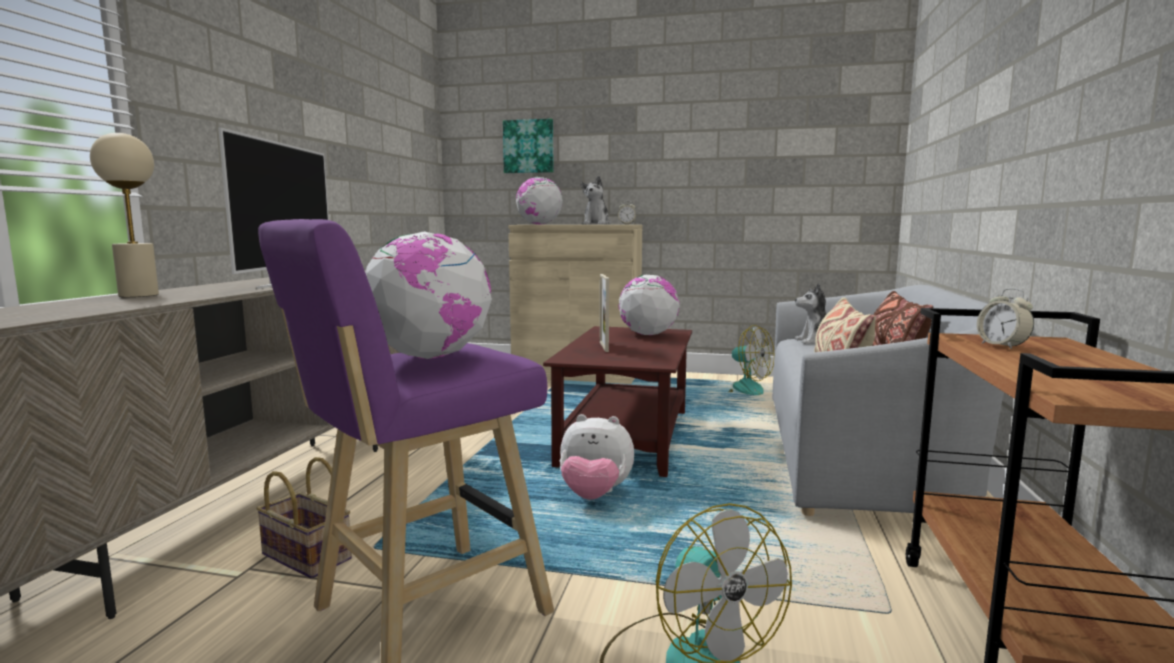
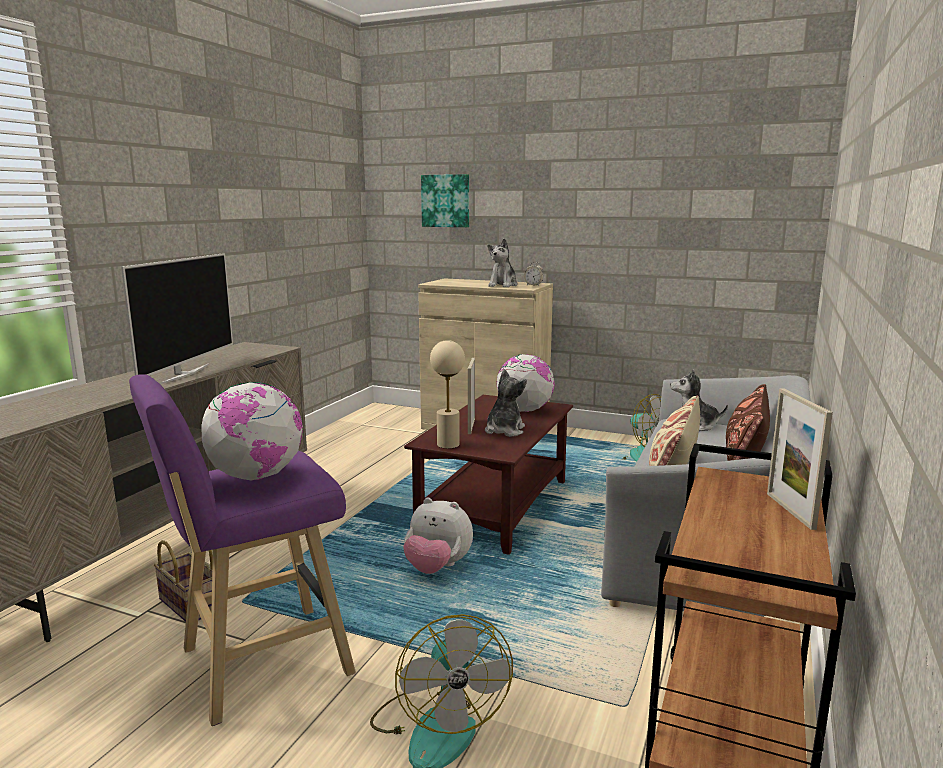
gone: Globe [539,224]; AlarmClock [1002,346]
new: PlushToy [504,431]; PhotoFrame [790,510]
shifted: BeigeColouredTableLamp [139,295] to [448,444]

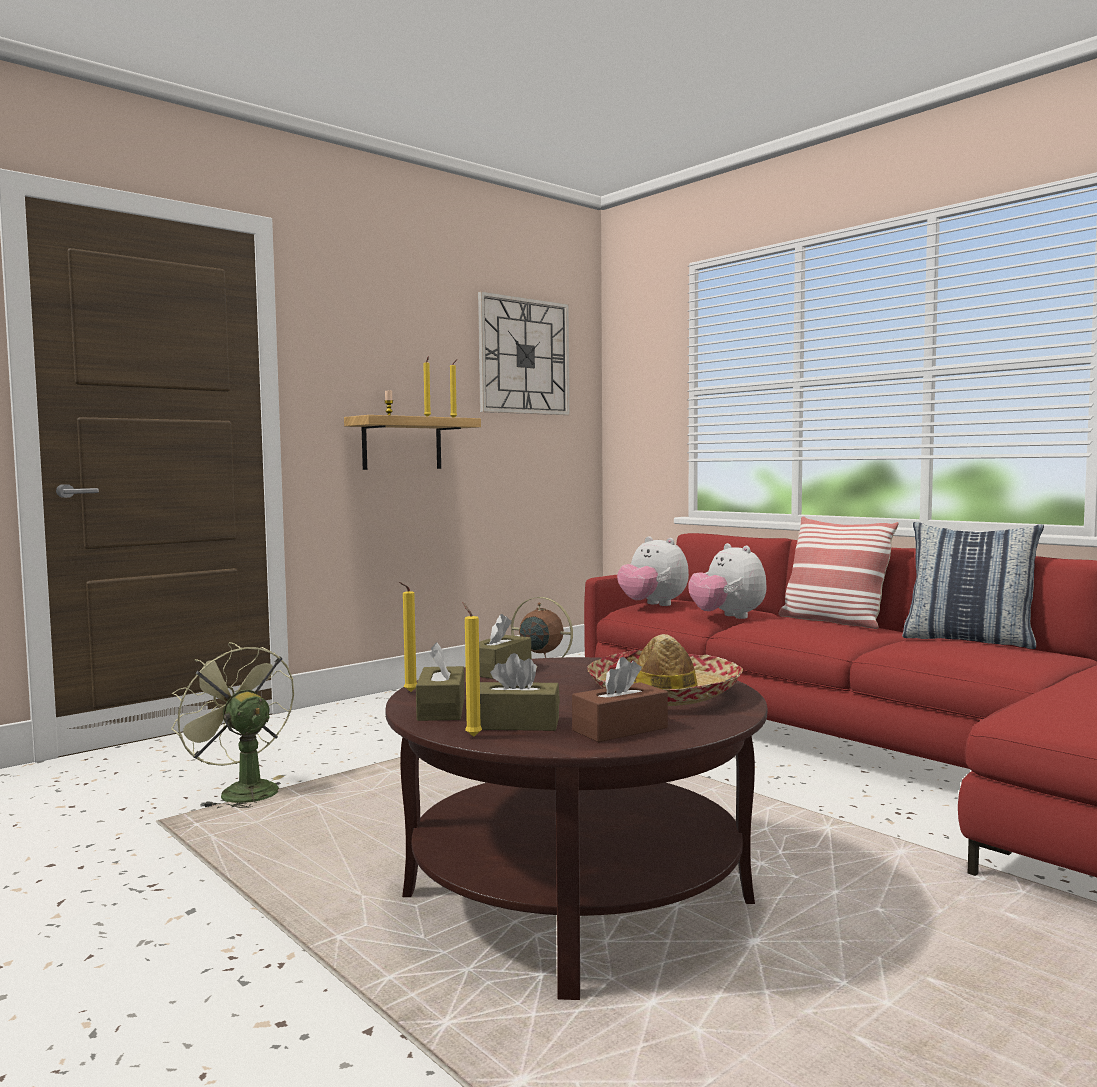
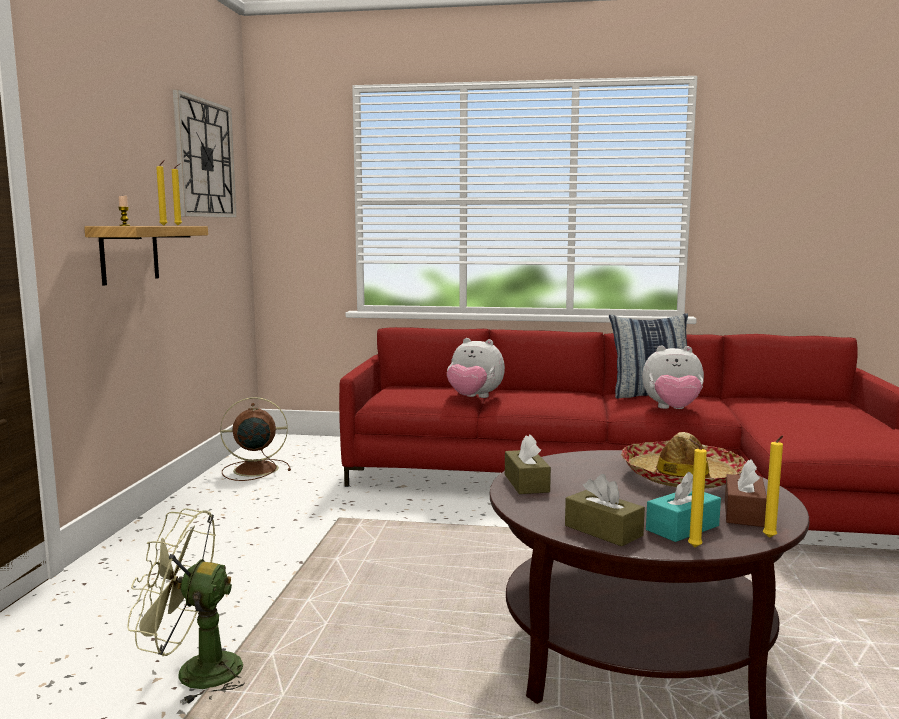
gone: Pillow [833,621]
shifted: YellowWaxCandle [409,692] to [770,538]; PlushToy [652,605] to [672,410]
repainted: BrownColouredTissueHolder [515,723] to TurquoiseColouredTissueHolder [682,528]

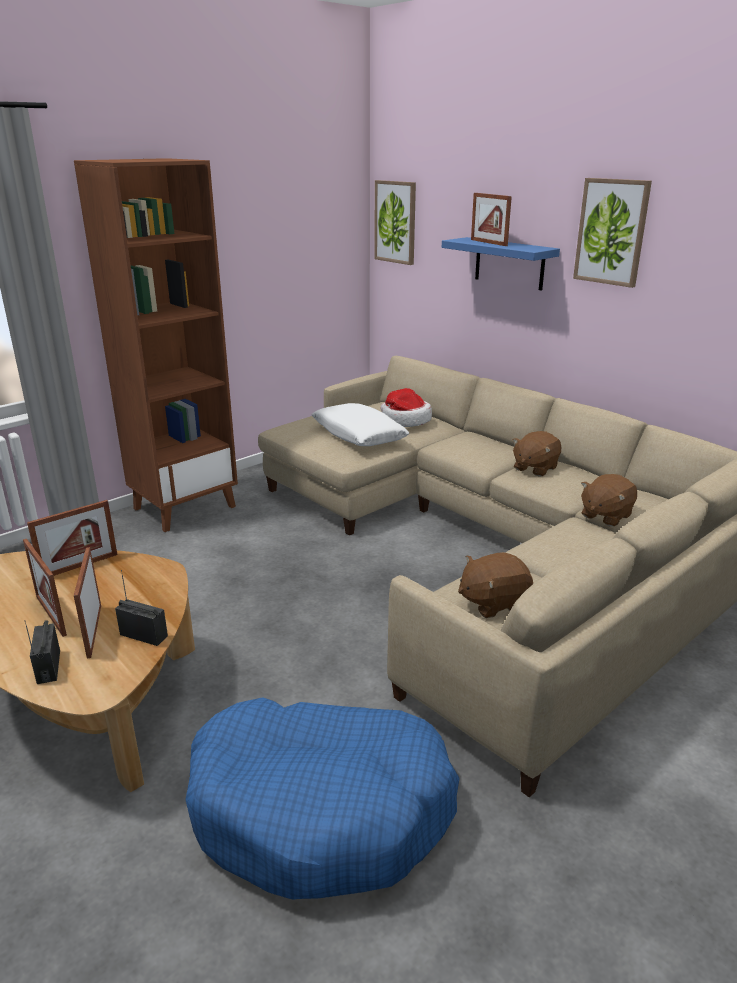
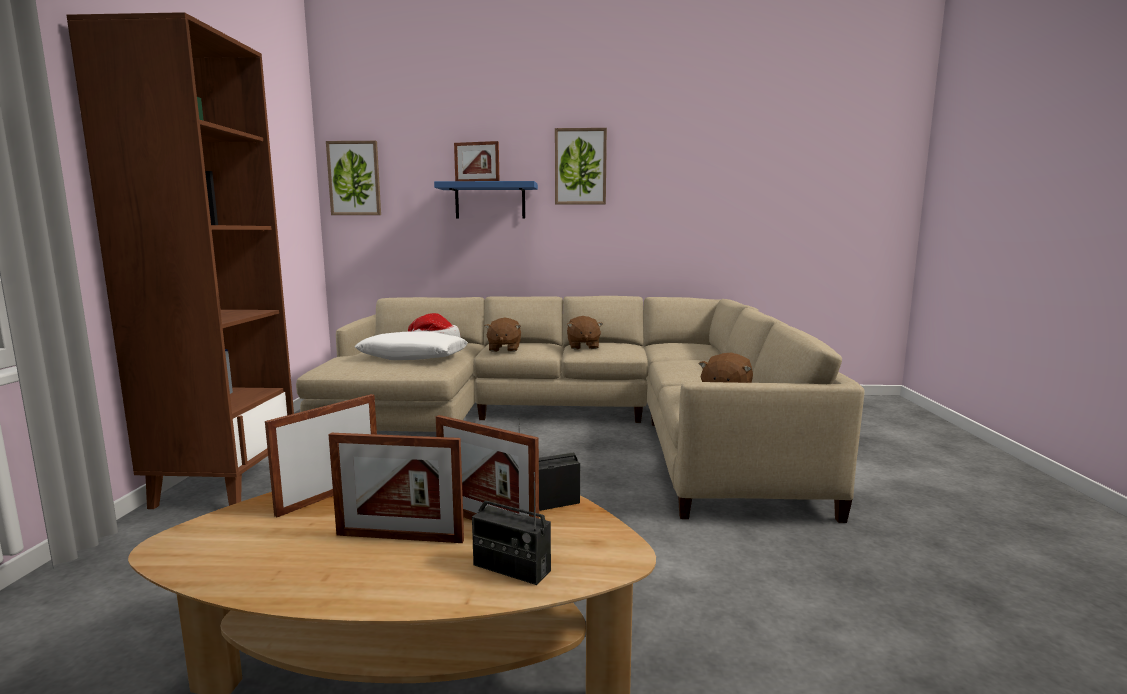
gone: BluishDogBed [321,809]
shifted: BrownColouredPlushToy [605,515] to [504,349]
rotated: PhotoFrame [79,566] = [330,495] 150 degrees counterclockwise

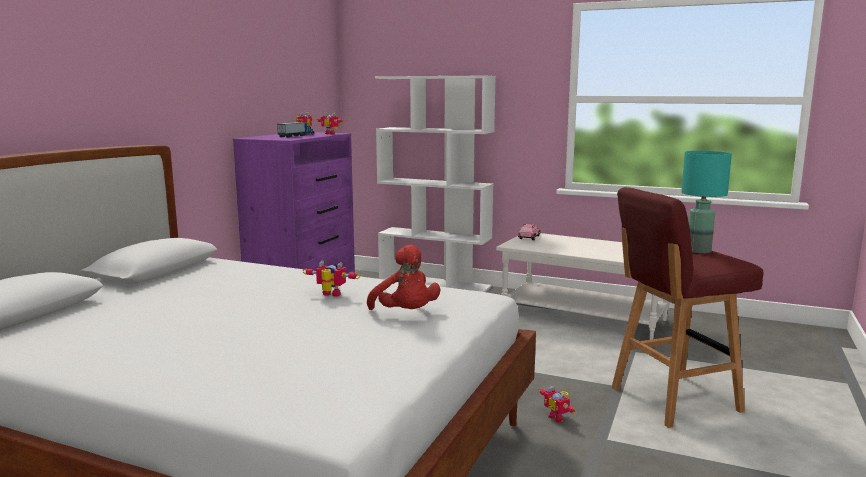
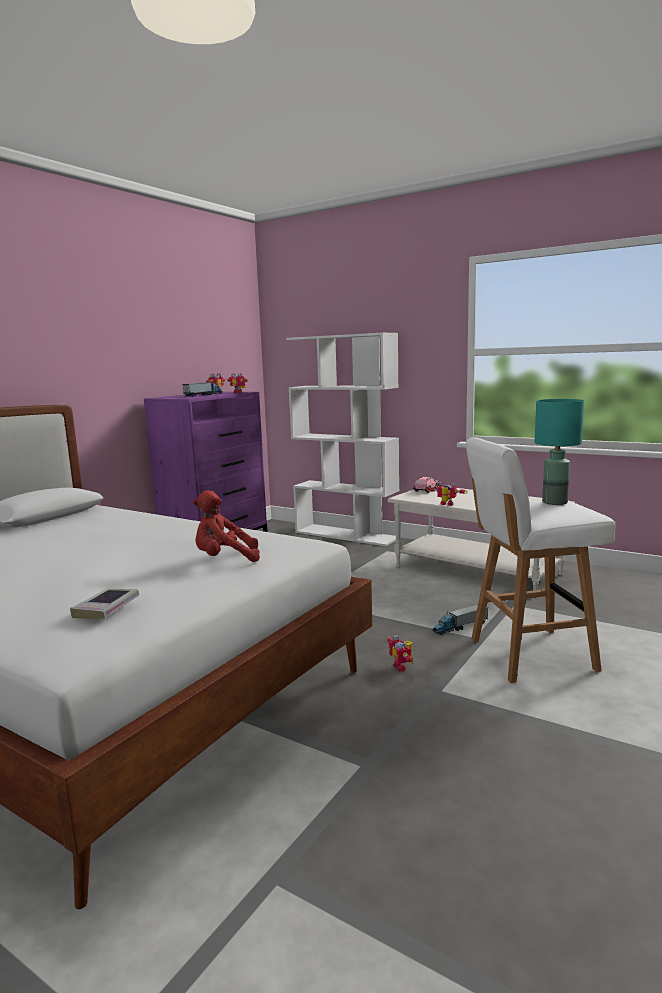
new: Book [106,608]; ModelTruck [460,627]
shifted: ToyRobot [330,295] to [446,505]
repainted: ReddishStoolSeat [672,399] to WhitishStoolSeat [528,655]
rotated: ReddishPlushToy [405,314] = [225,559] 105 degrees clockwise

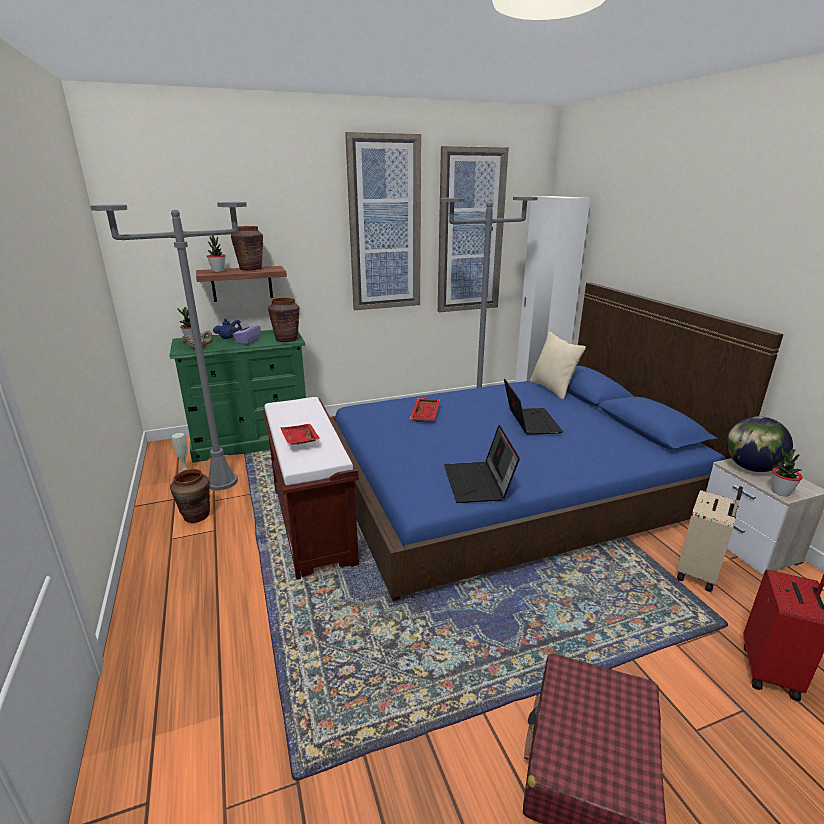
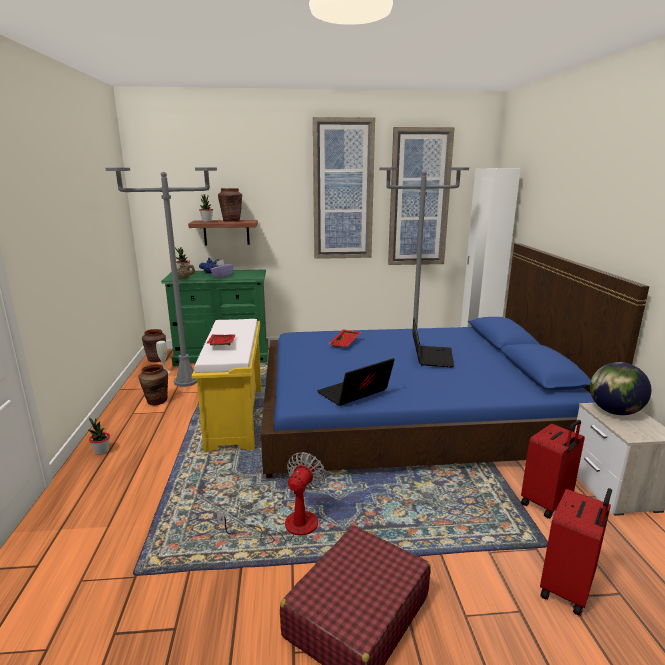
gone: BeigeColouredPillow [552,389]
new: ElectricFan [288,526]
shifted: BrownColouredFlowerVase [286,339] to [156,359]; Houseplant [780,492] to [102,451]
repainted: BrownColouredLongSeat [313,524] to YellowLongSeat [236,418]; BeigeColouredPieceOfLuggage [699,573] to ReddishPieceOfLuggage [547,503]
rotated: Laptop [479,483] = [354,394] 45 degrees clockwise

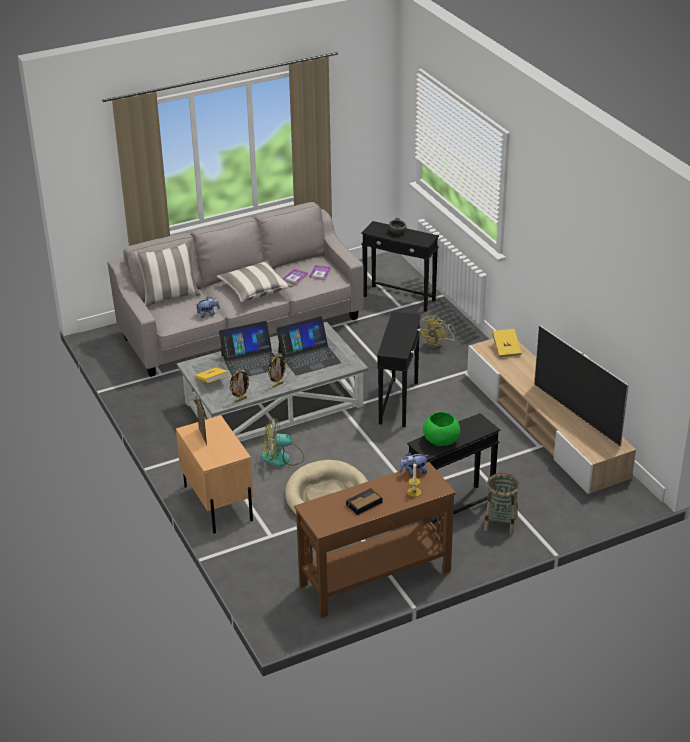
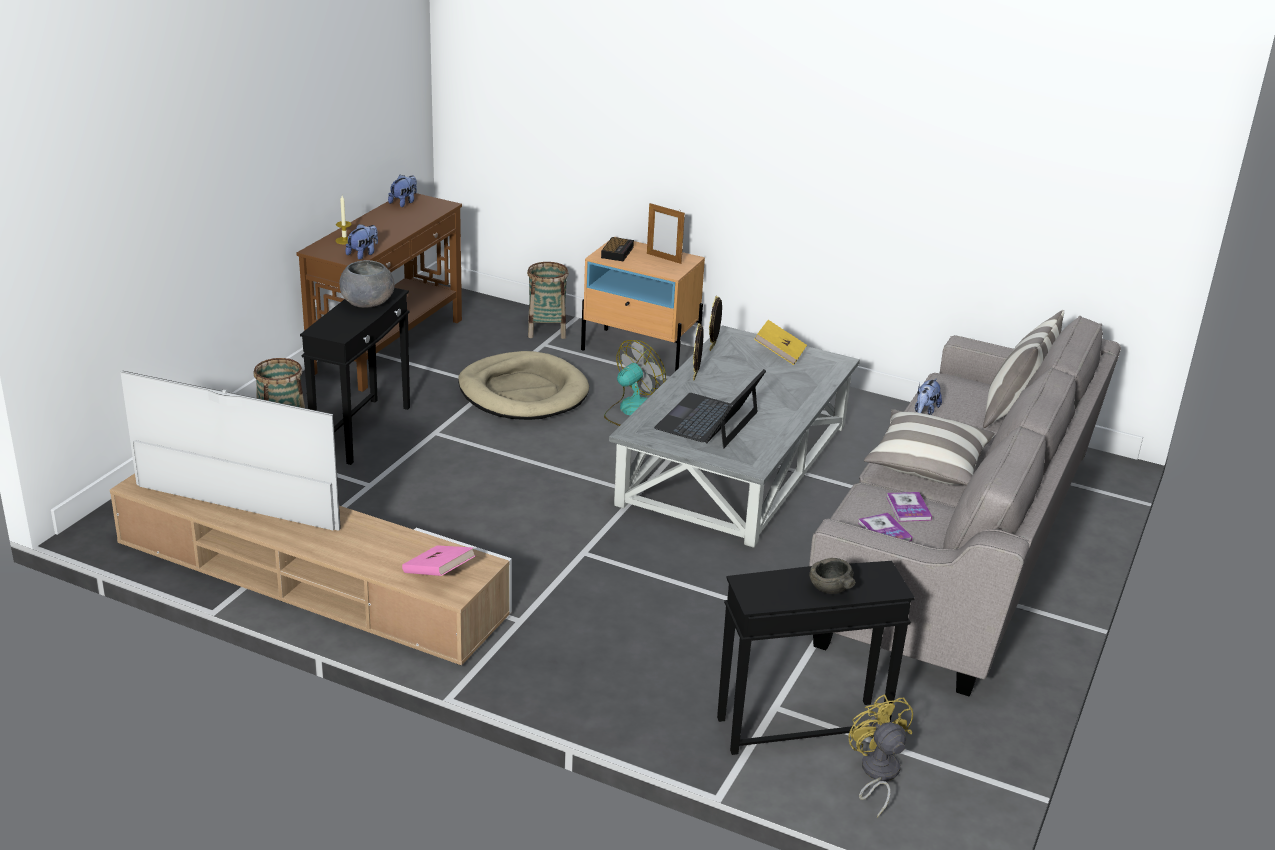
gone: Laptop [251,361]; BlackColouredAccentTable [399,402]
new: PlushToy [404,202]; StorageBasket [547,330]
shifted: AlarmClock [363,504] to [617,252]; YellowElectricFan [437,344] to [877,774]
repainted: GreenishBowl [440,440] to GreyishBowl [368,302]; YellowBook [506,349] to PinkishBook [438,574]

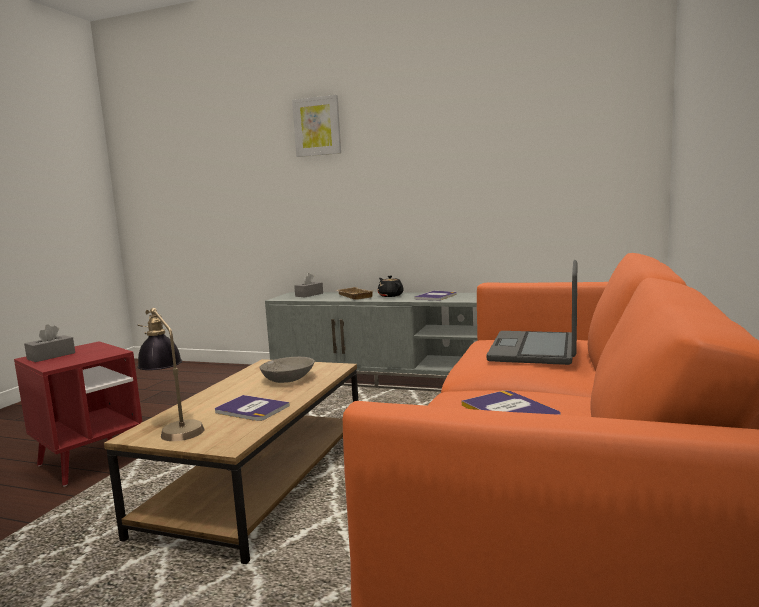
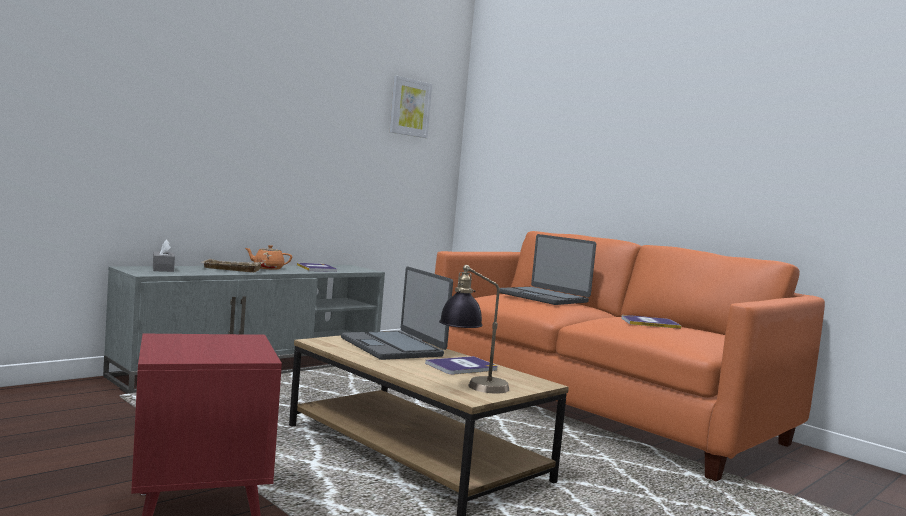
gone: GreyishTissueHolder [51,356]
shifted: WallPicture [317,126] to [409,107]
swapped: GreyishBowl [288,379] to Laptop [393,347]
repainted: BlackColouredTeapot [390,295] to OrangeyTeapot [267,268]

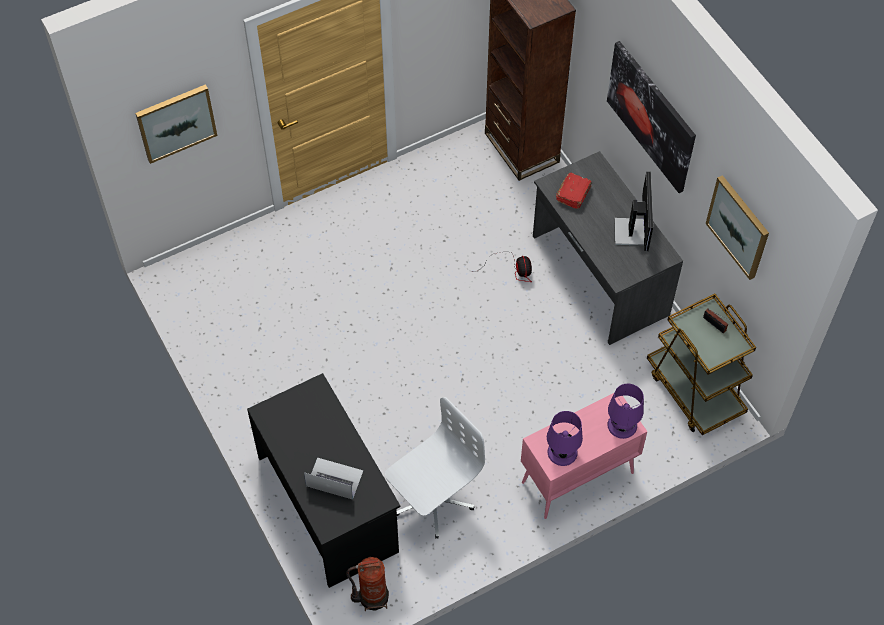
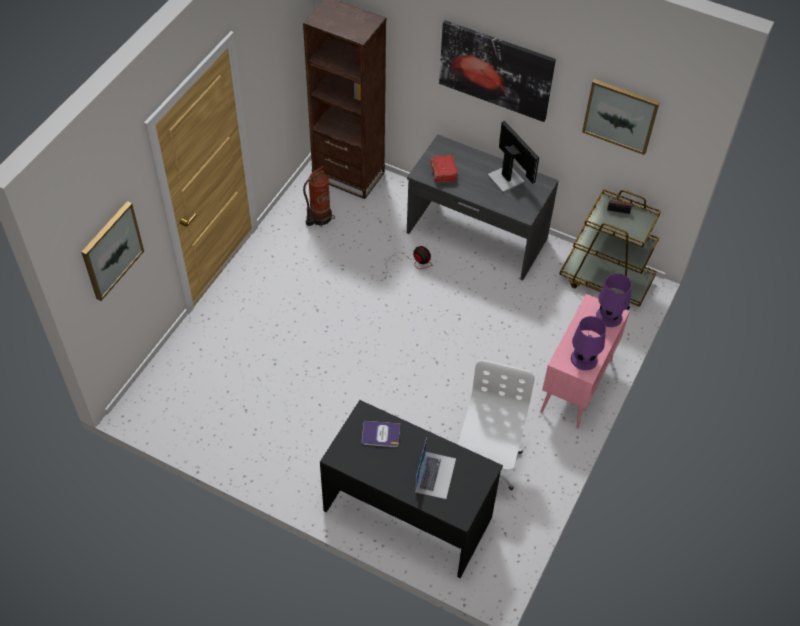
new: Book [380,434]
shifted: FireExtinguisher [372,596] to [319,217]
rotated: Laptop [334,478] = [435,475] 120 degrees clockwise

